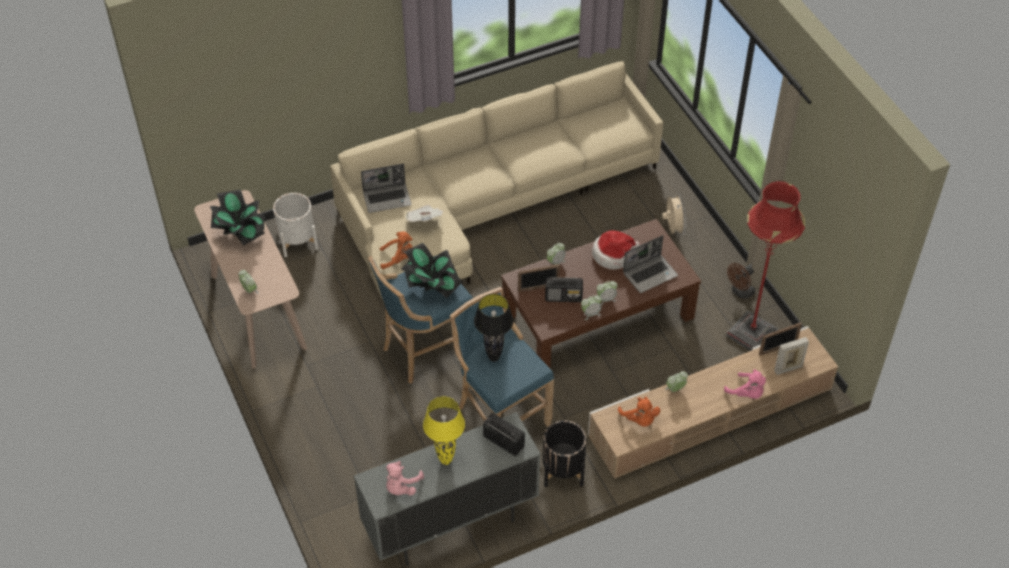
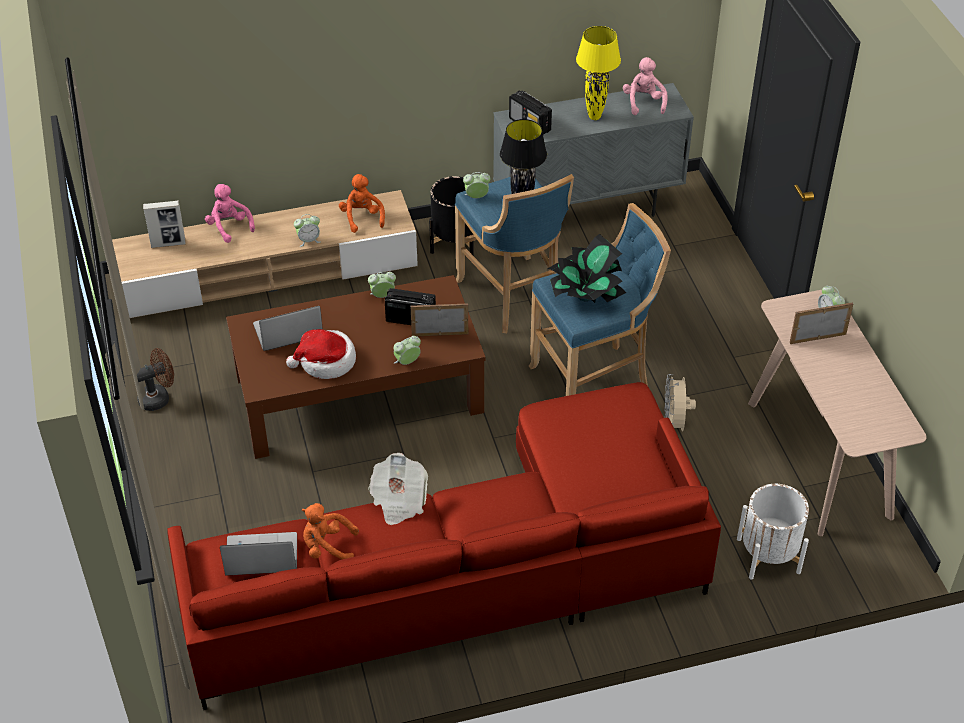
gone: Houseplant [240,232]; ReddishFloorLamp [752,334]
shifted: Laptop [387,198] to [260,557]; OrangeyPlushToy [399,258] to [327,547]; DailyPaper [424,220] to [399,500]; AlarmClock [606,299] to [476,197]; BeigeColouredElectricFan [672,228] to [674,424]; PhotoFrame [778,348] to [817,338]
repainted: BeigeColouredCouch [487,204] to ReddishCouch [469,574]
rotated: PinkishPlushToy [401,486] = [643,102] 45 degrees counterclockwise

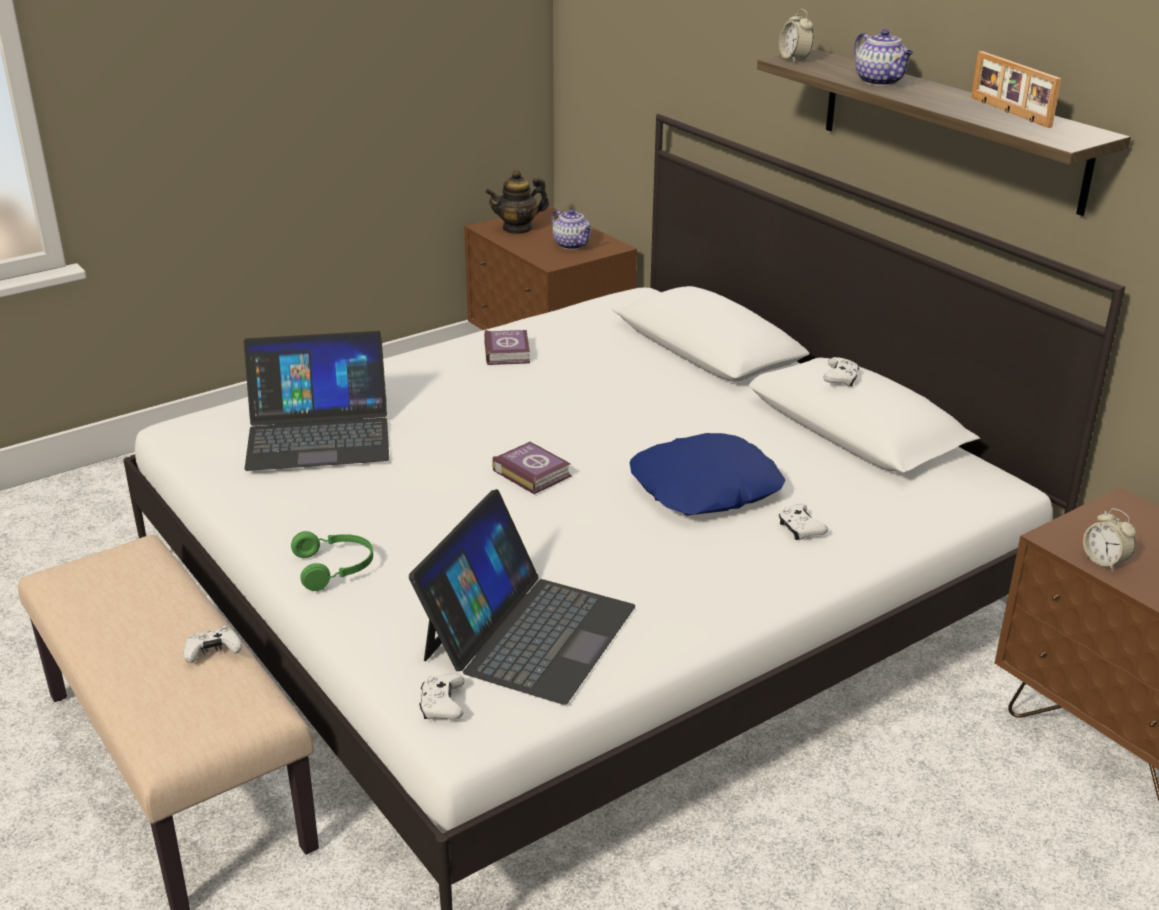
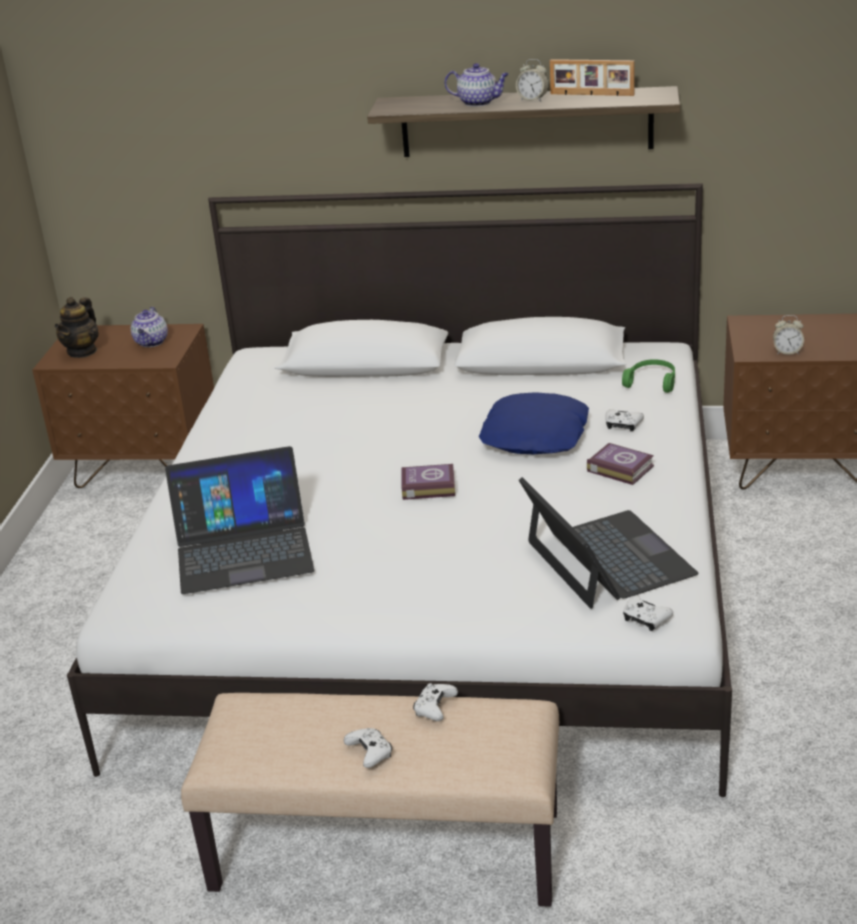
shifted: GreenishPairOfHeadphones [335,567] to [652,382]; Book [508,352] to [619,468]; AlarmClock [794,59] to [532,100]; WhitishJoypad [841,379] to [370,753]
rotated: Laptop [319,434] = [243,550] 45 degrees clockwise; Teapot [572,245] = [151,342] 90 degrees clockwise

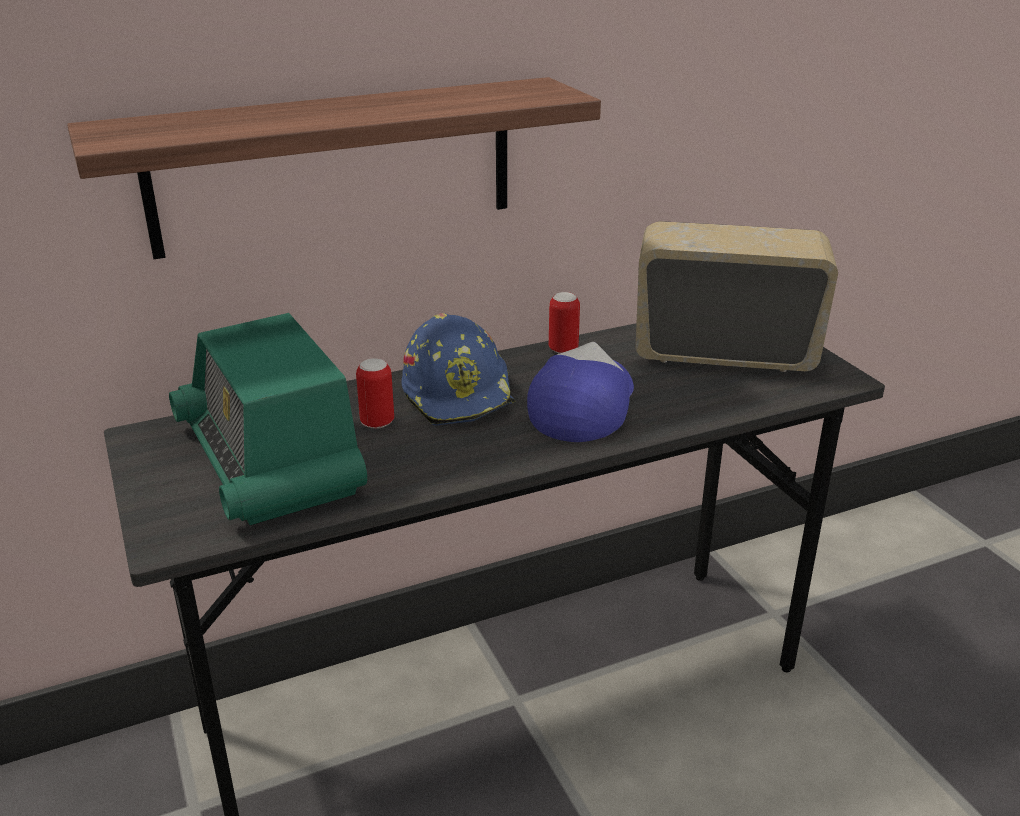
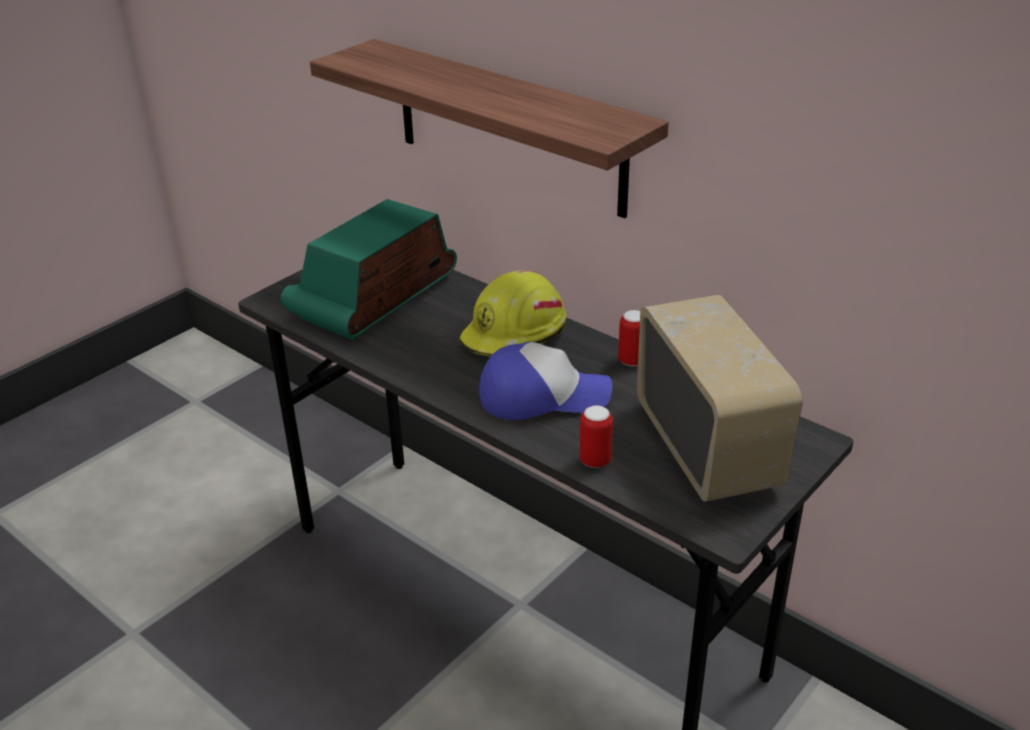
shifted: MetalCan [377,422] to [595,461]
repainted: BluishWorkHelmet [459,393] to YellowWorkHelmet [515,336]

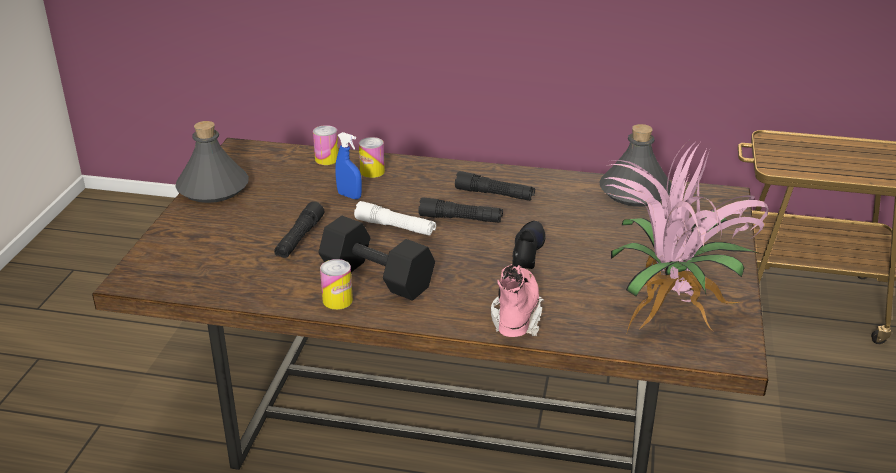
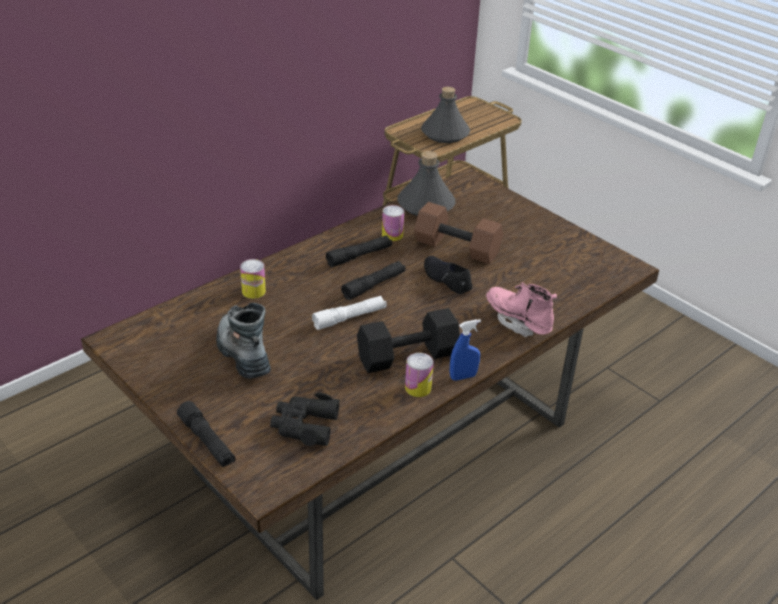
gone: Houseplant [674,309]
new: TallBoot [242,354]; BlackColouredBinoculars [304,425]; BrownColouredHandWeight [458,247]
shifted: GreyishBottle [213,188] to [445,134]; BlackColouredTorch [299,238] to [207,441]; MetalCan [327,159] to [392,235]; BluishSprayer [349,196] to [463,376]

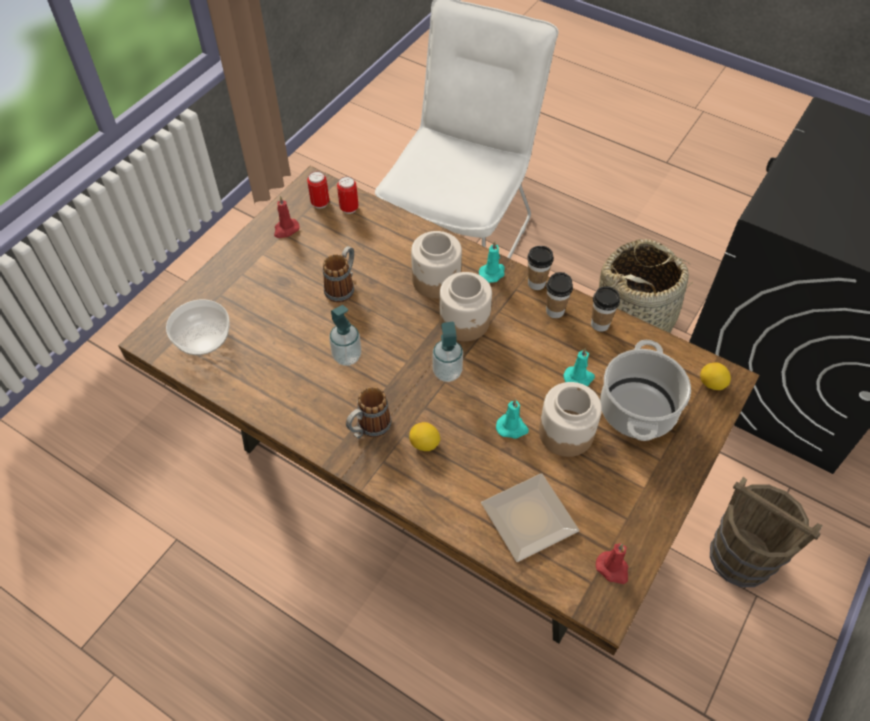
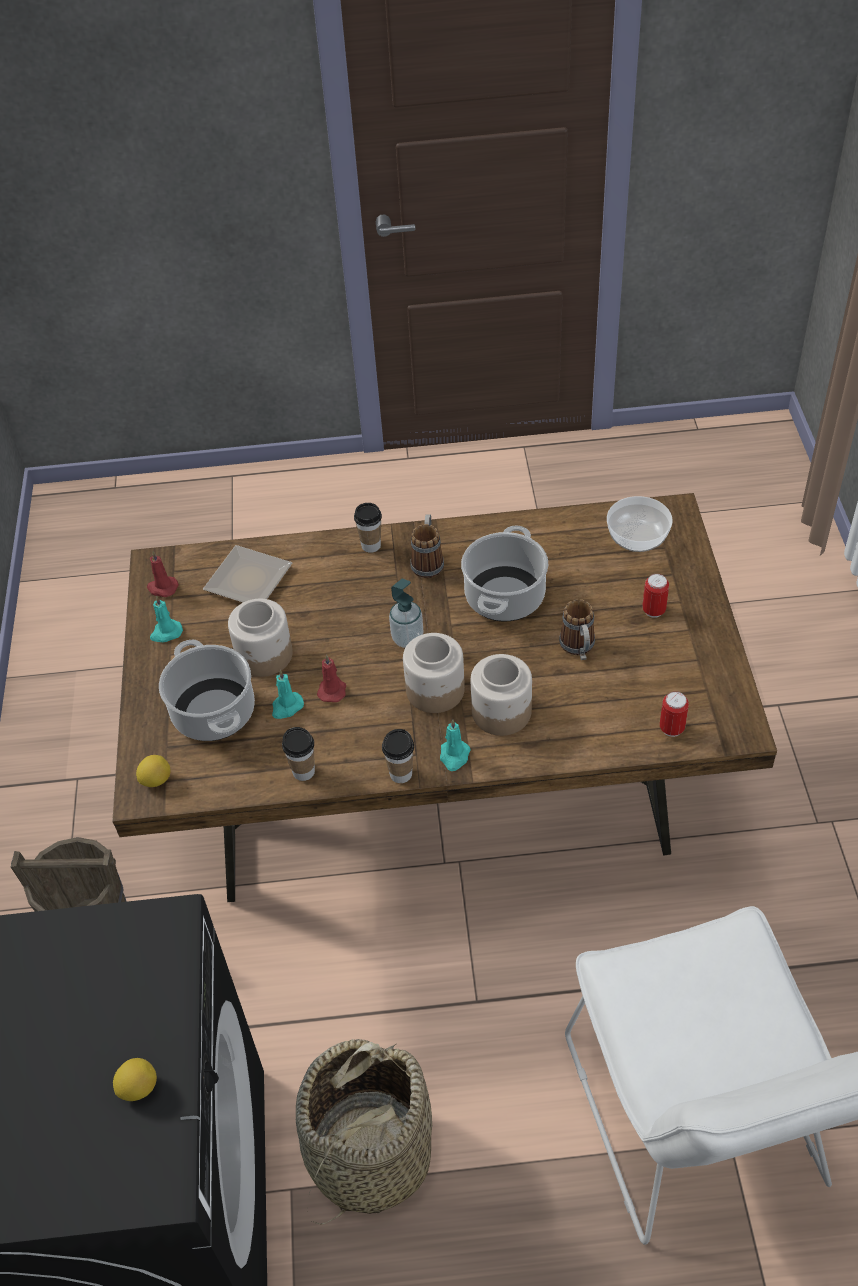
shifted: ReddishWaxCandle [286,229] to [332,690]; MetalCan [320,203] to [653,610]; WholeLemon [424,444] to [138,1087]; TurquoiseColouredWaxCandle [512,428] to [166,633]; SmallCup [555,311] to [371,545]
swapped: LiquidSoapBottle [347,356] to Saucepot [505,597]

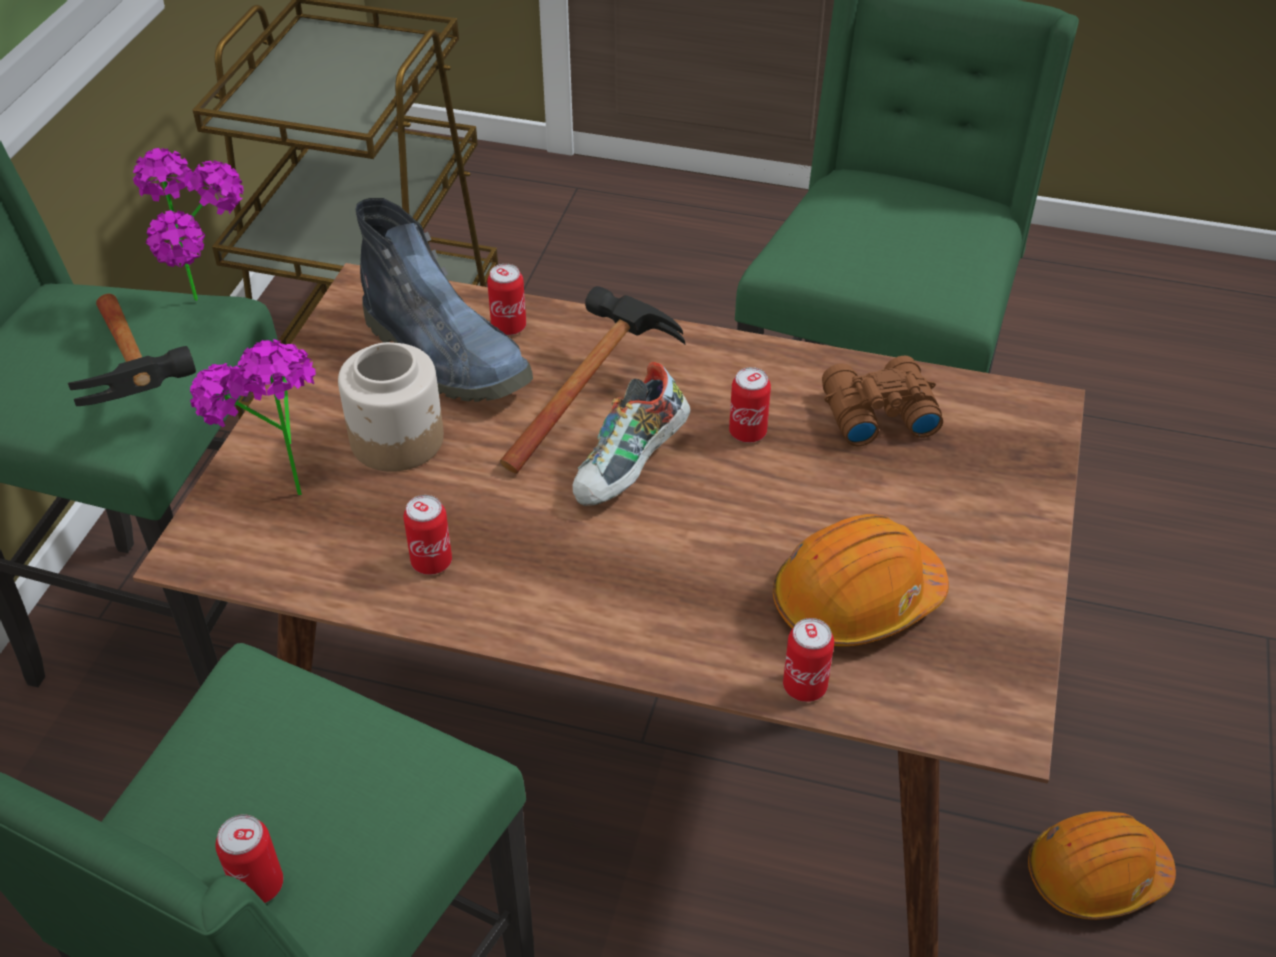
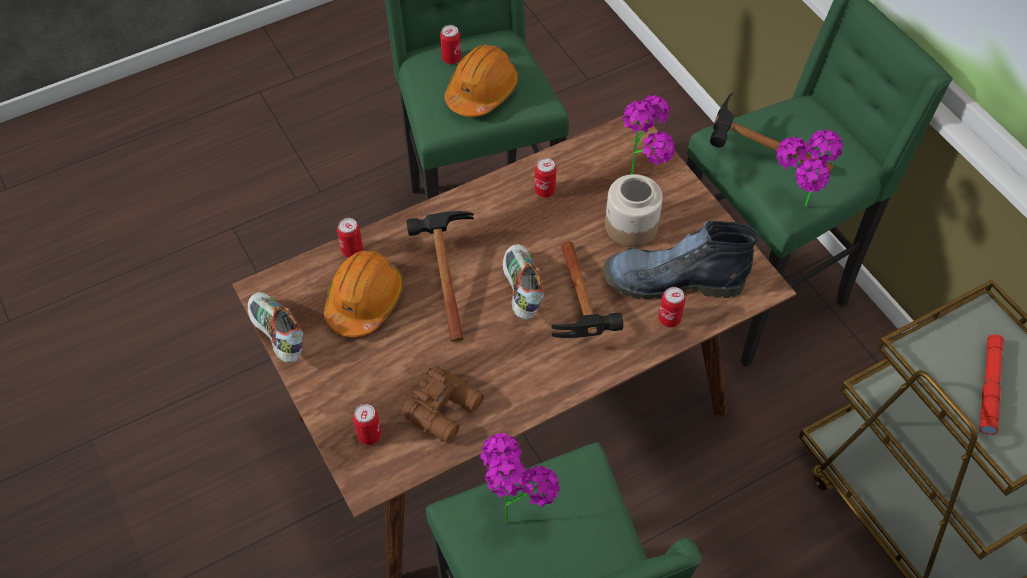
new: Shoe [277,335]; Hammer [443,274]; Houseplant [514,510]; ReddishTorch [989,387]
shifted: MetalCan [747,432] to [369,435]; OrangeyWorkHelmet [1096,875] to [482,91]

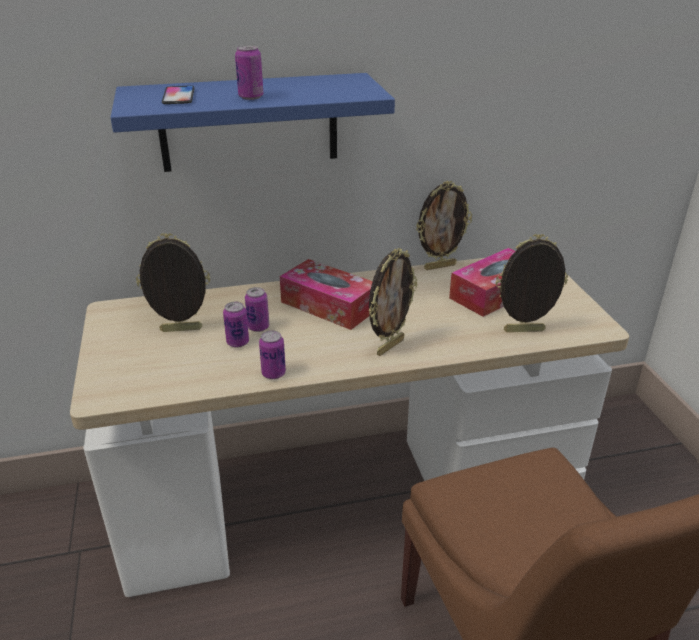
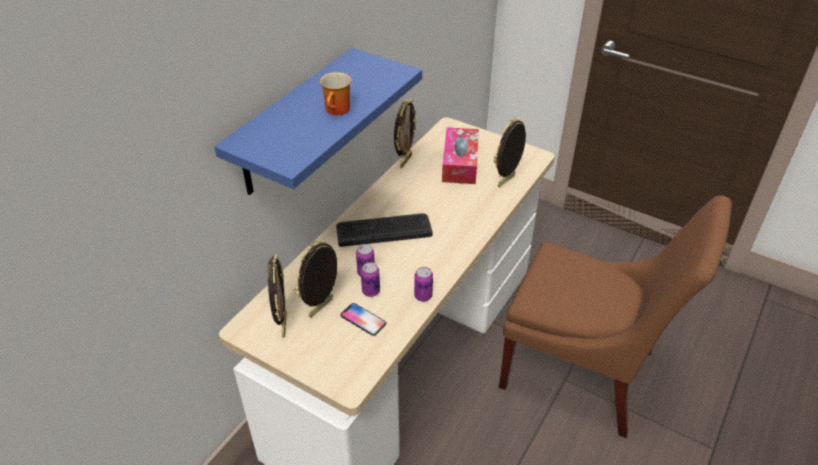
shifted: Phone [178,96] to [363,320]; PhotoFrame [389,346] to [283,324]
swapped: MetalCan [251,97] to TeaMug [338,110]; TissueHolder [329,305] to PcKeyboard [383,230]

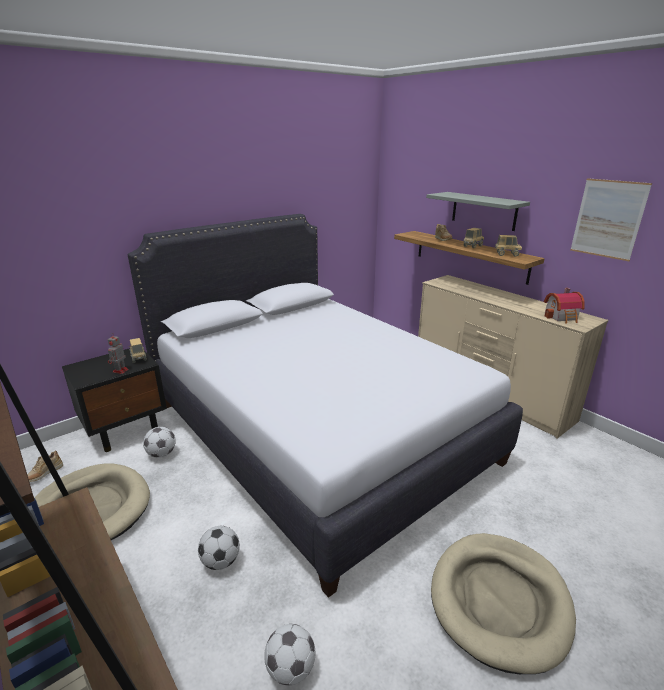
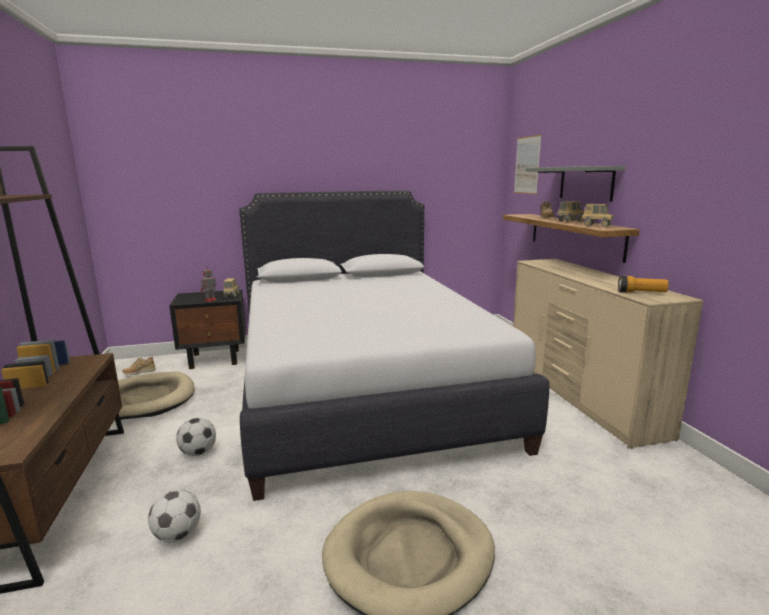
gone: FootballBall [162,454]
shifted: WallPicture [608,219] to [527,165]
swapped: MiniatureHouse [562,317] to Torch [641,292]

